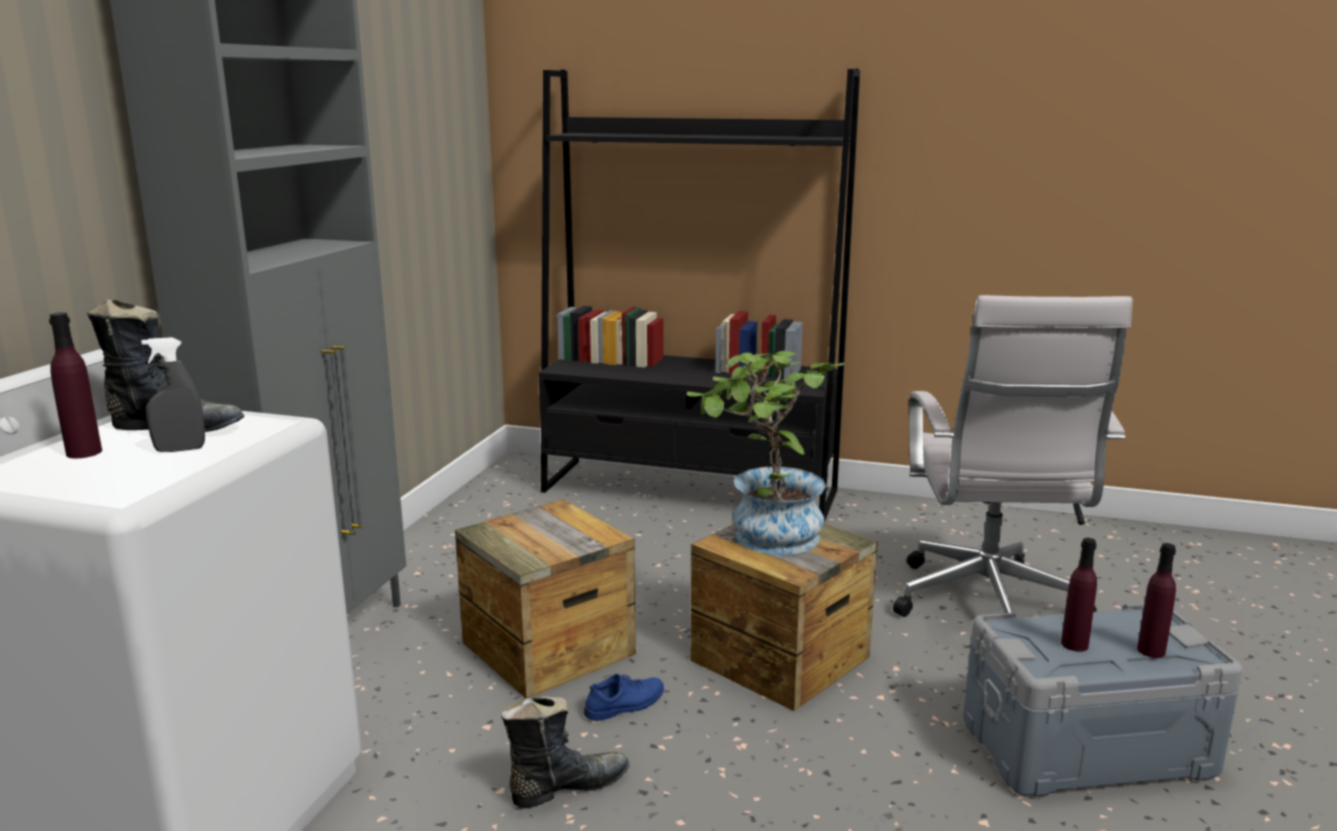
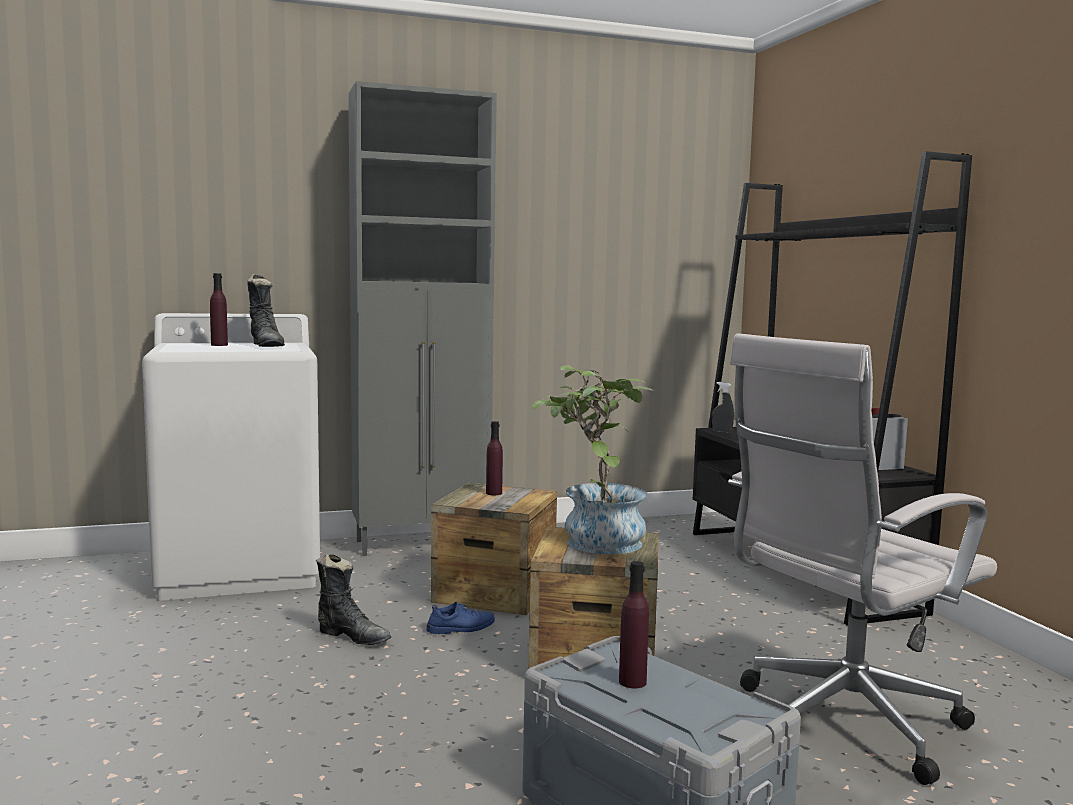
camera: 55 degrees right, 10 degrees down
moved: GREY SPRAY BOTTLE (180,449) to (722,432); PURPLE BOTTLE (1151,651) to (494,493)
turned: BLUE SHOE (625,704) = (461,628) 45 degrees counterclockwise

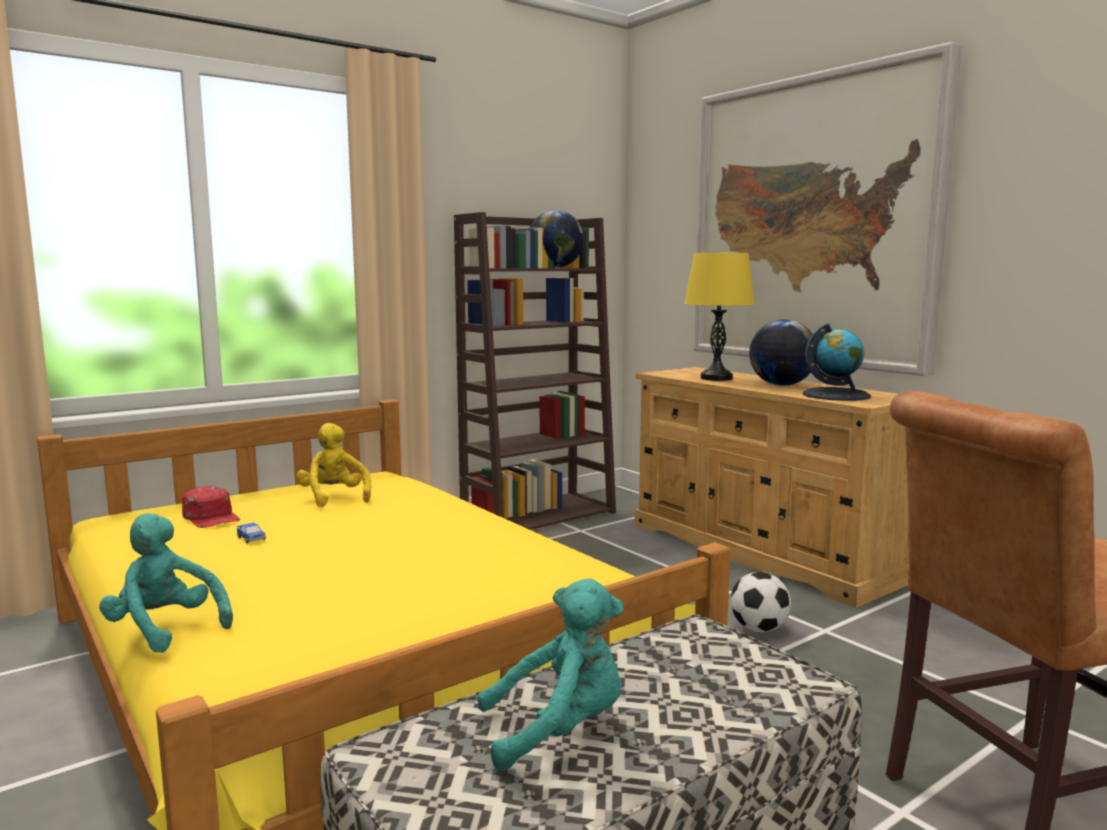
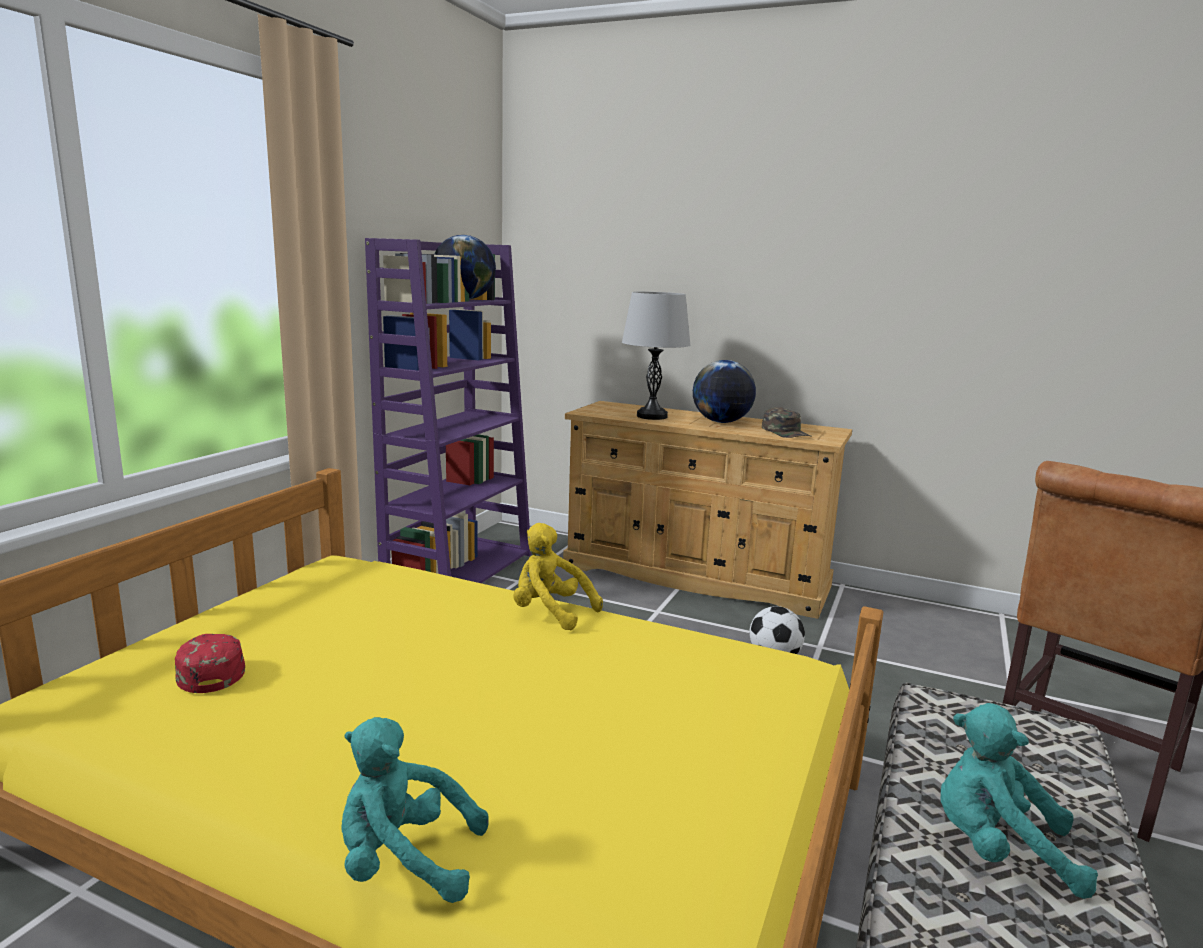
camera: 30 degrees left, 5 degrees up
removed: PICTURE (811,222); TOY CAR (251,538)
moved: YELLOW PLUSH TOY (334,498) to (550,613)
replaced: GLOBE (836,395) to GREEN CAP (786,432)
recoloured: BROWN BOOKCASE (539,516) to PURPLE BOOKCASE (459,570); YELLOW TABLE LAMP (716,378) to GREY TABLE LAMP (652,416)
turned: RED CAP (212,517) = (210,669) 135 degrees counterclockwise; TURQUOISE PLUSH TOY (559,731) = (998,850) 120 degrees counterclockwise

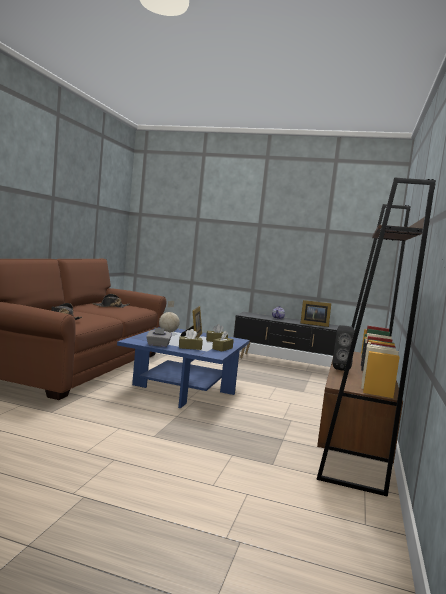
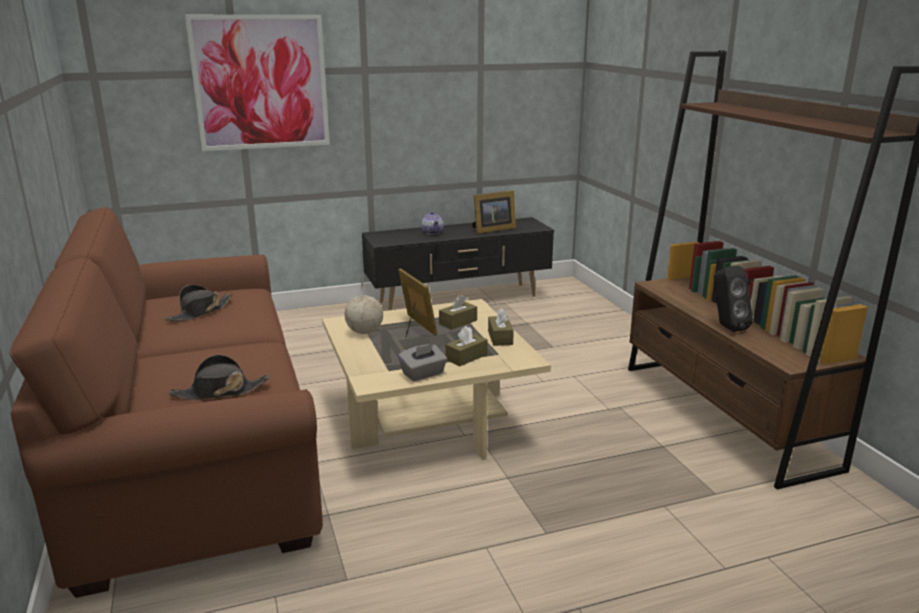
camera: 35 degrees left, 15 degrees up
added: PICTURE (261,83)
recoloured: BLUE COFFEE TABLE (183,389) to BEIGE COFFEE TABLE (429,420)

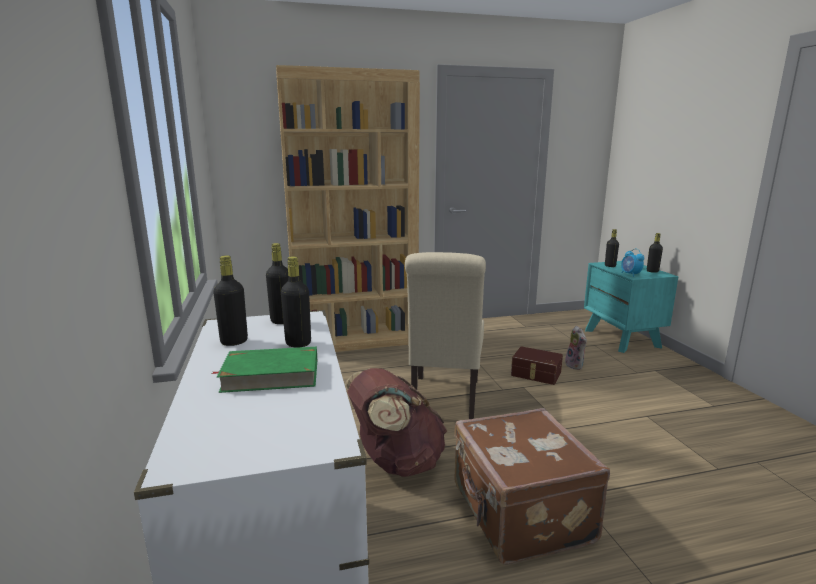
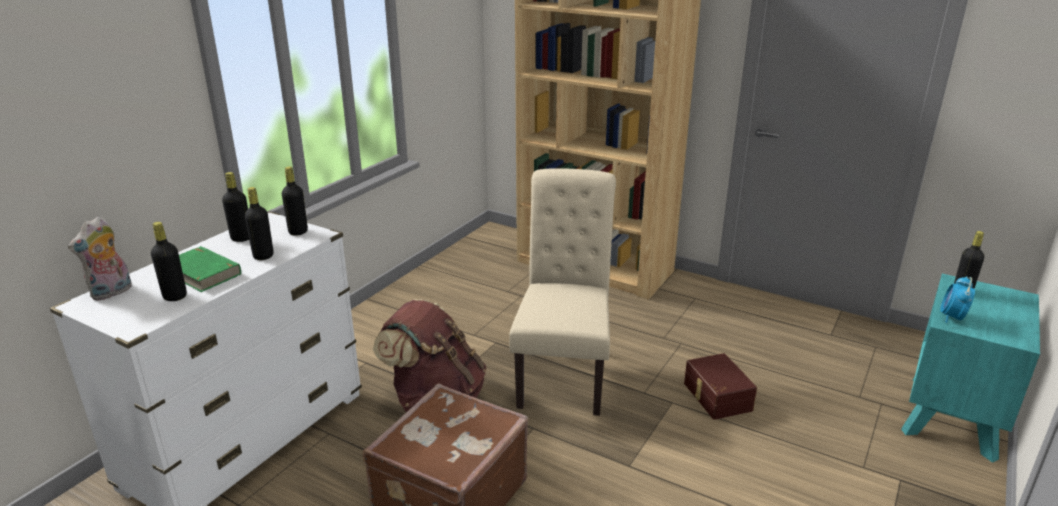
camera: 45 degrees right, 10 degrees up
moved: BLACK BOTTLE (652,271) to (175,296); PLUSH TOY (575,365) to (111,293)
turned: BEIGE CHAIR (444,401) = (564,373) 135 degrees clockwise

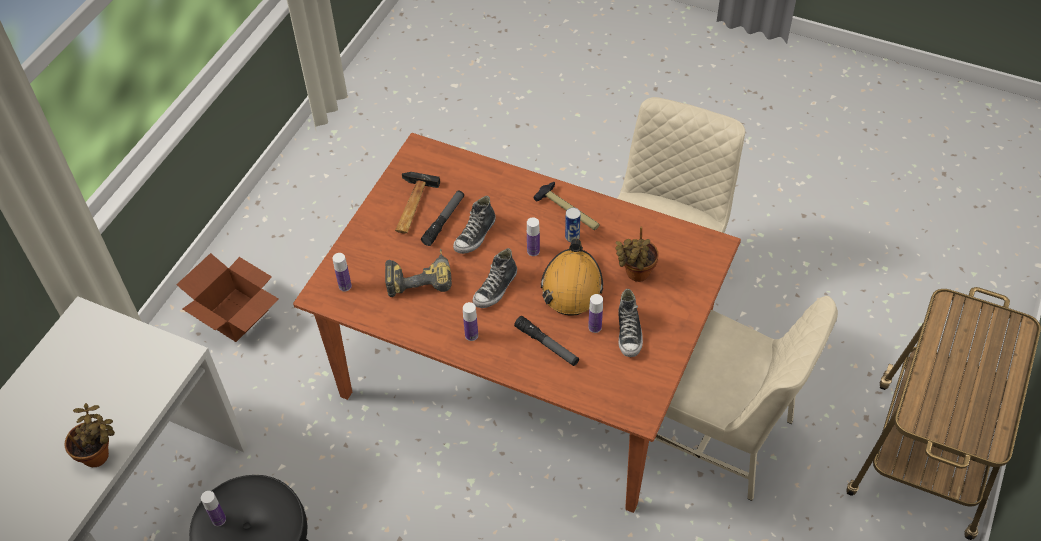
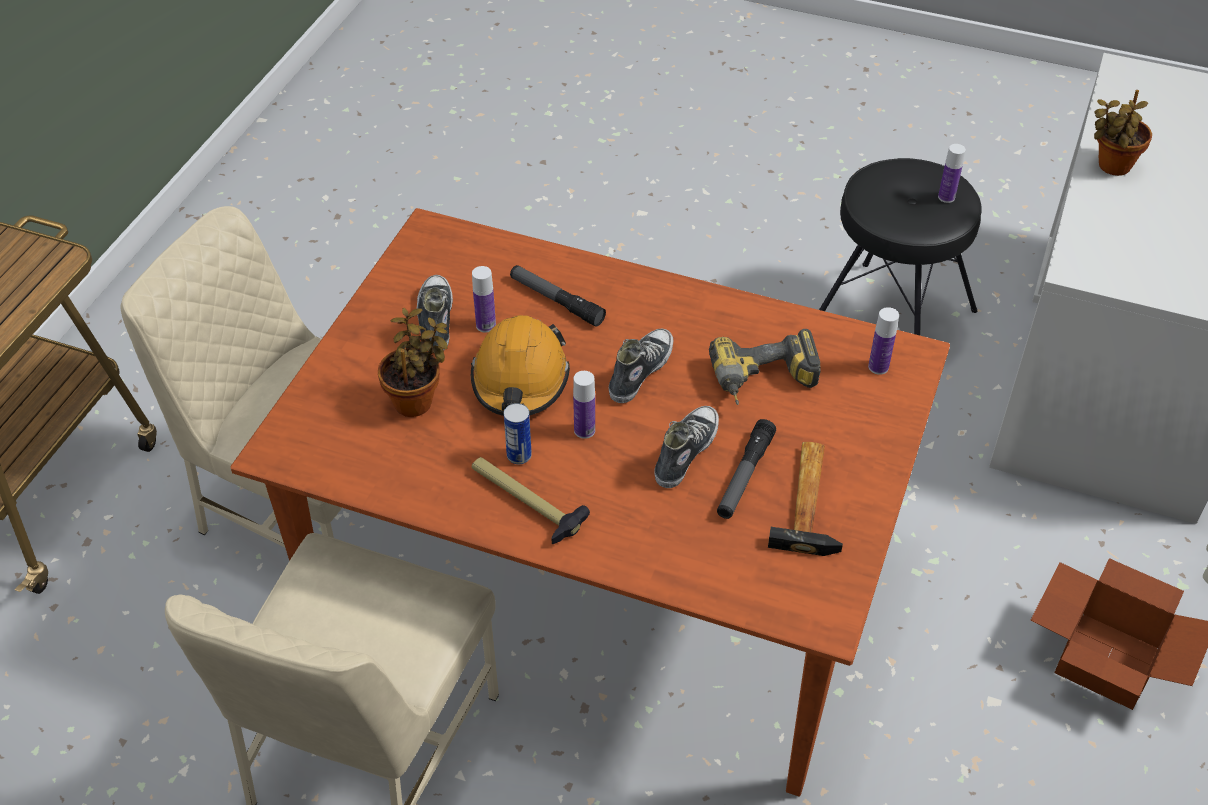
camera: 175 degrees right, 5 degrees down
removed: BOTTLE (471,335)

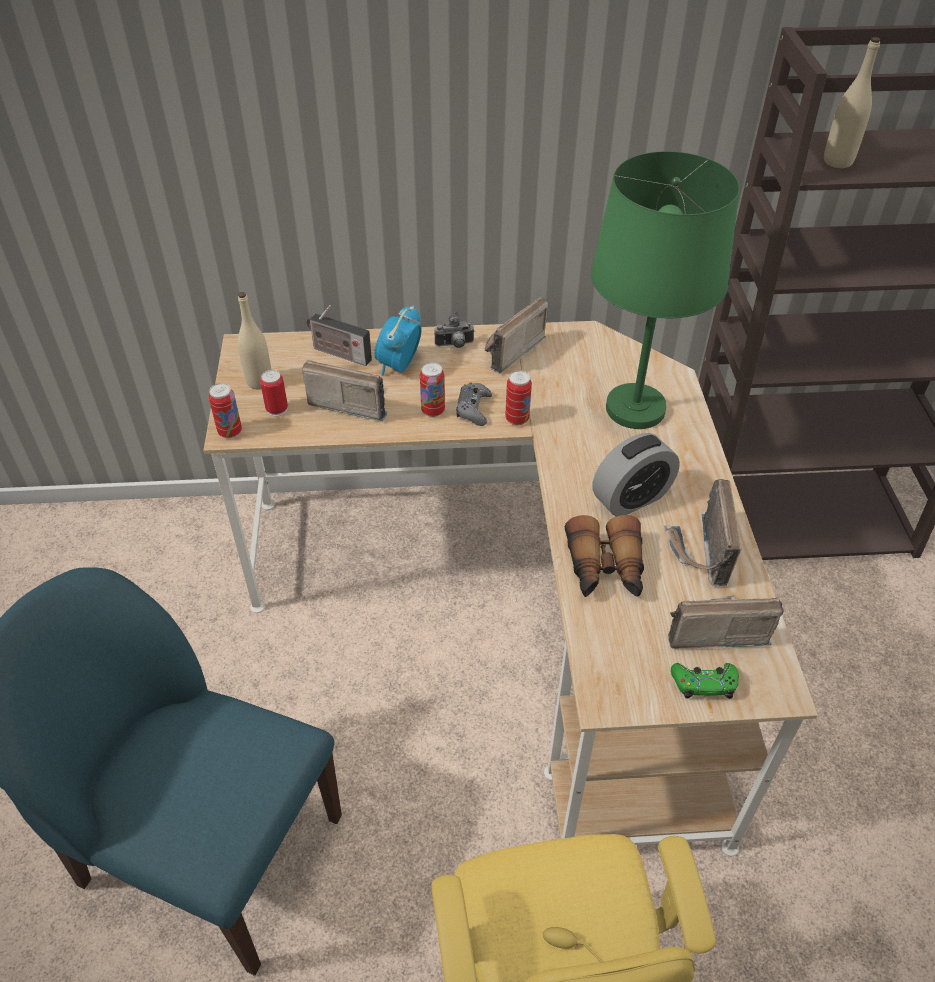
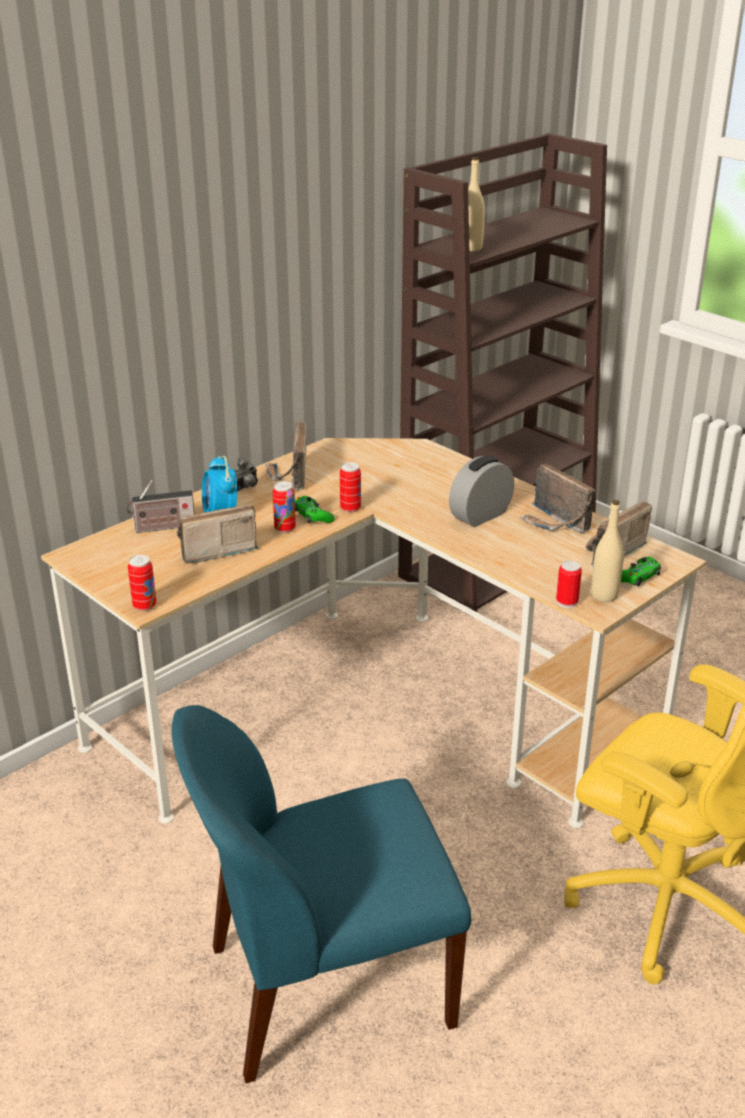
camera: 40 degrees left, 15 degrees down
removed: GREEN TABLE LAMP (634,409); BINOCULARS (605,569)
moved: BEIGE BOTTLE (259,382) to (604,595); CAN (277,409) to (567,602)
recoloured: GREY GAME CONTROLLER (474,409) to GREEN GAME CONTROLLER (312,516)
turned: ALARM CLOCK (631,498) = (480,516) 150 degrees counterclockwise

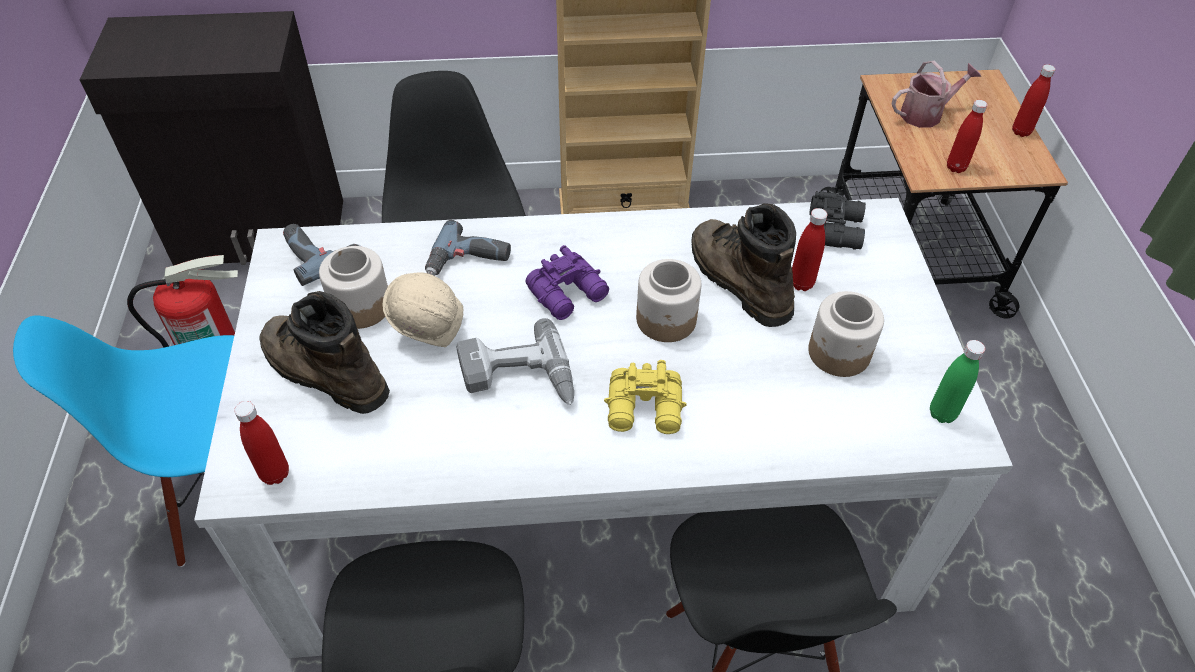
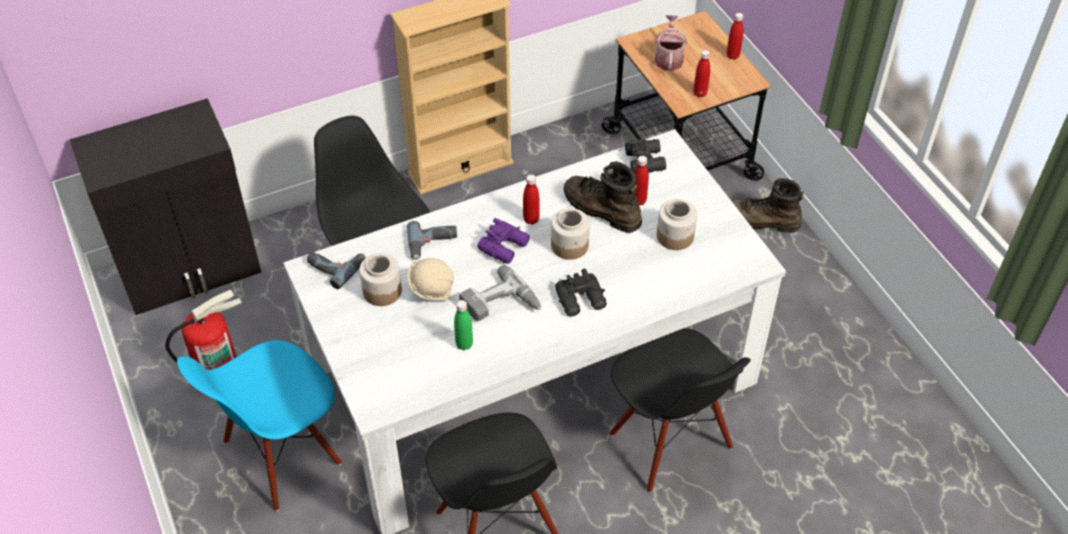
camera: 20 degrees left, 0 degrees up
moved: BROWN BOOT (323,373) to (761,221); GREEN BOTTLE (942,413) to (464,344); RED BOTTLE (275,474) to (531,219)
recoloured: YELLOW BINOCULARS (646,410) to BLACK BINOCULARS (581,300)
turned: WATERING CAN (926,114) = (669,58) 45 degrees counterclockwise

